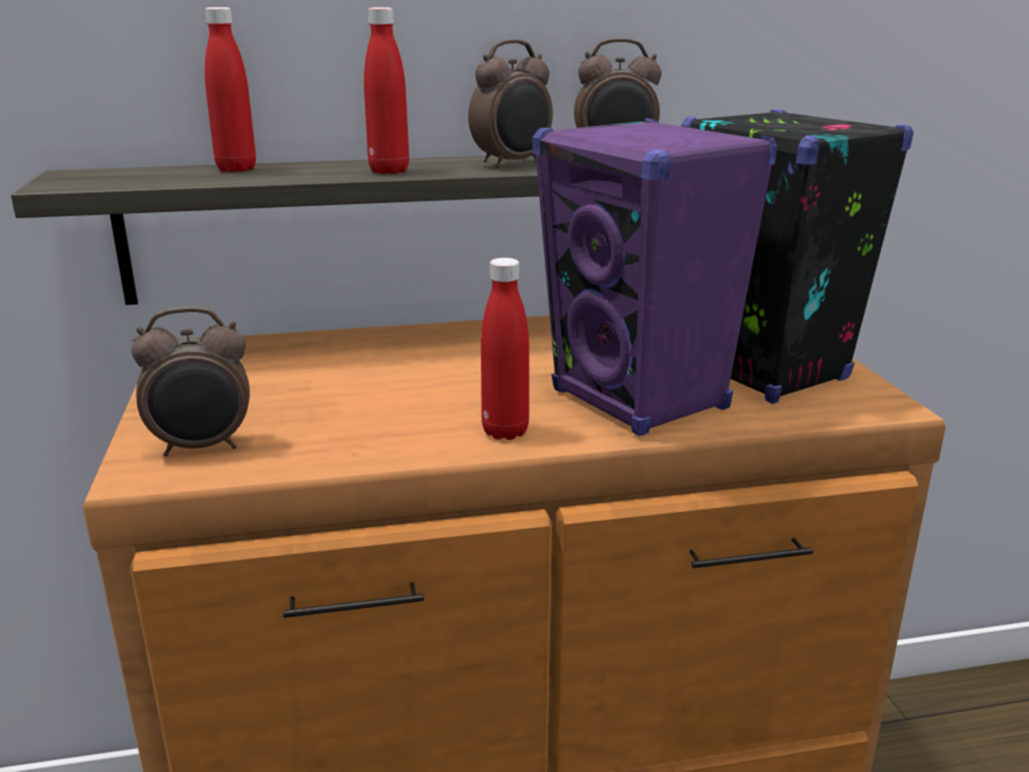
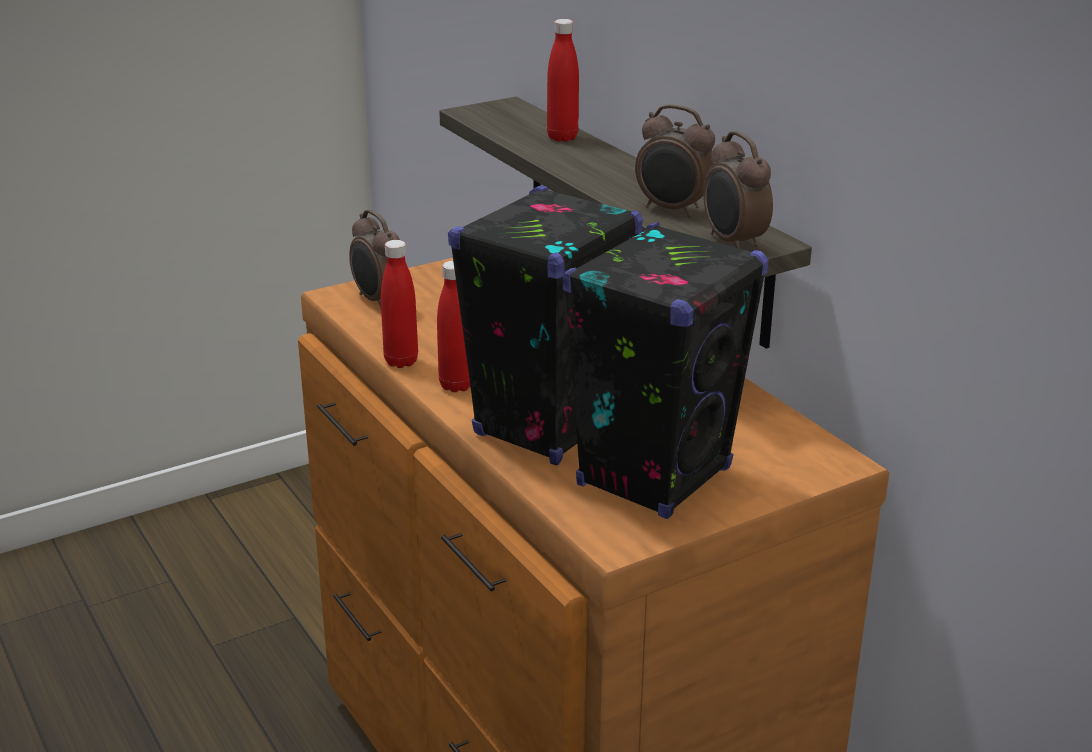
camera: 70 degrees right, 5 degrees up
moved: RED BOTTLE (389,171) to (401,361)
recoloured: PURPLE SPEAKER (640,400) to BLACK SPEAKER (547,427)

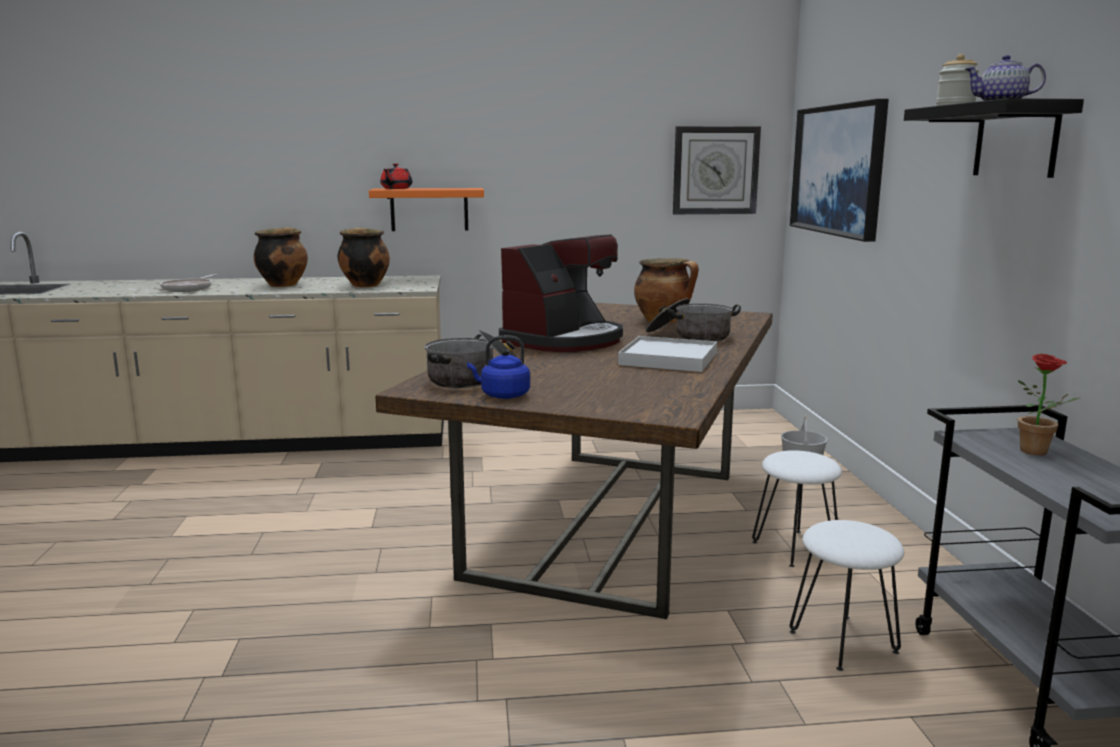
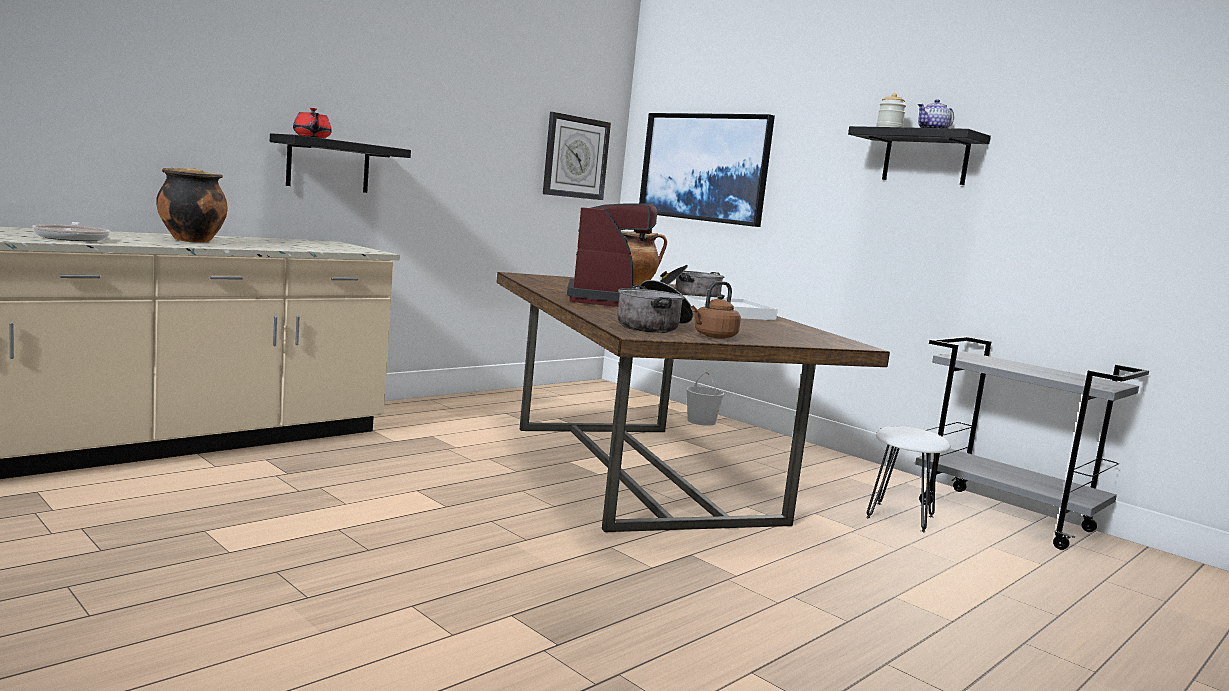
camera: 40 degrees left, 5 degrees down
removed: COOKING POT (364,285); POTTED PLANT (1039,452); WHITE STOOL (795,548)
recoloured: ORANGE SHELF (429,209) to BLACK SHELF (328,165); BLUE KETTLE (502,395) to BROWN KETTLE (713,336)

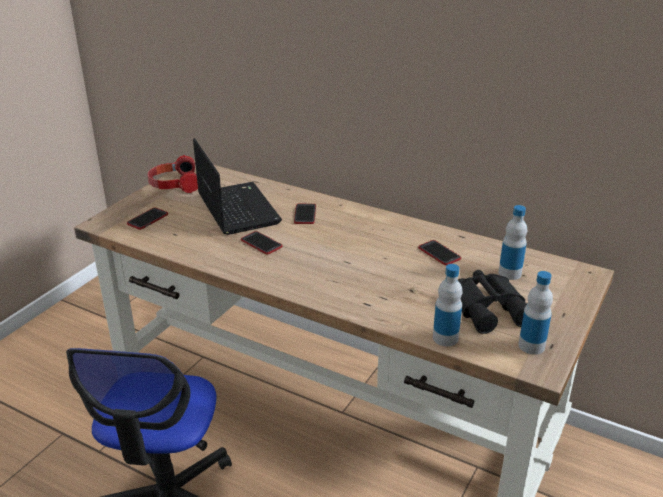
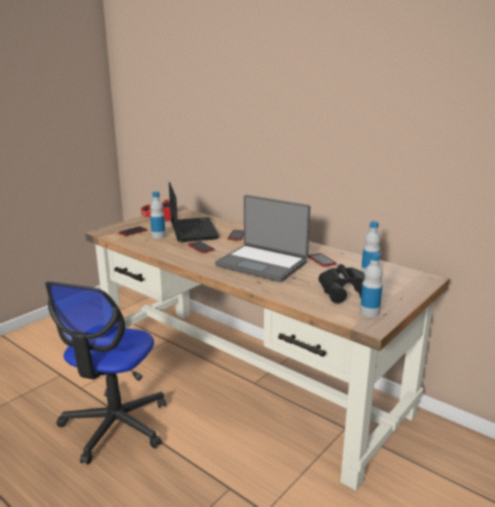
camera: 10 degrees right, 10 degrees down
added: LAPTOP (262,263)
moved: BOTTLE (445,338) to (158,236)

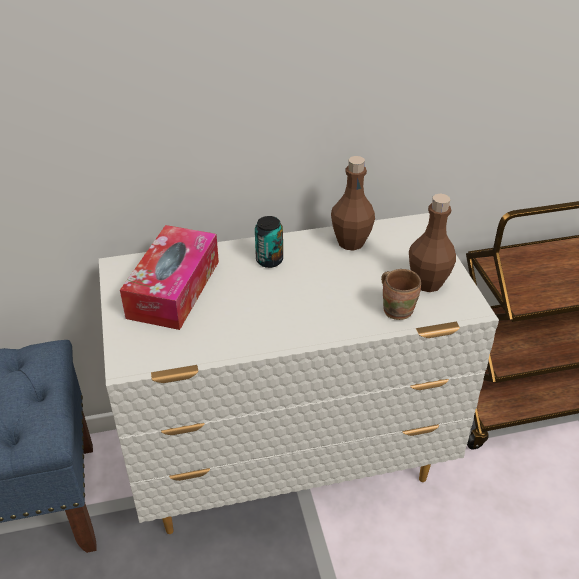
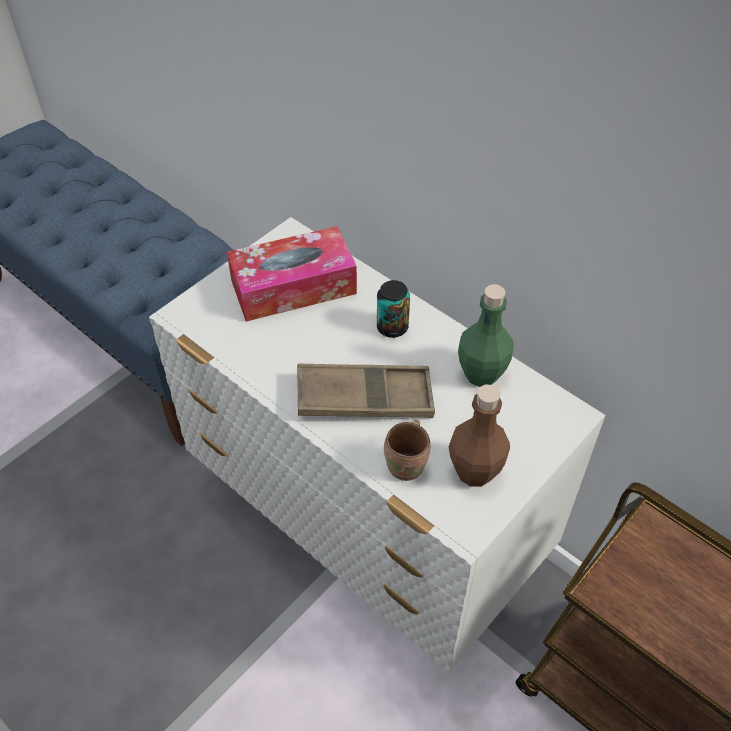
camera: 55 degrees right, 10 degrees up
added: BROWN TRAY (364,398)
recoloured: BROWN BOTTLE (351,242) to GREEN BOTTLE (481,374)

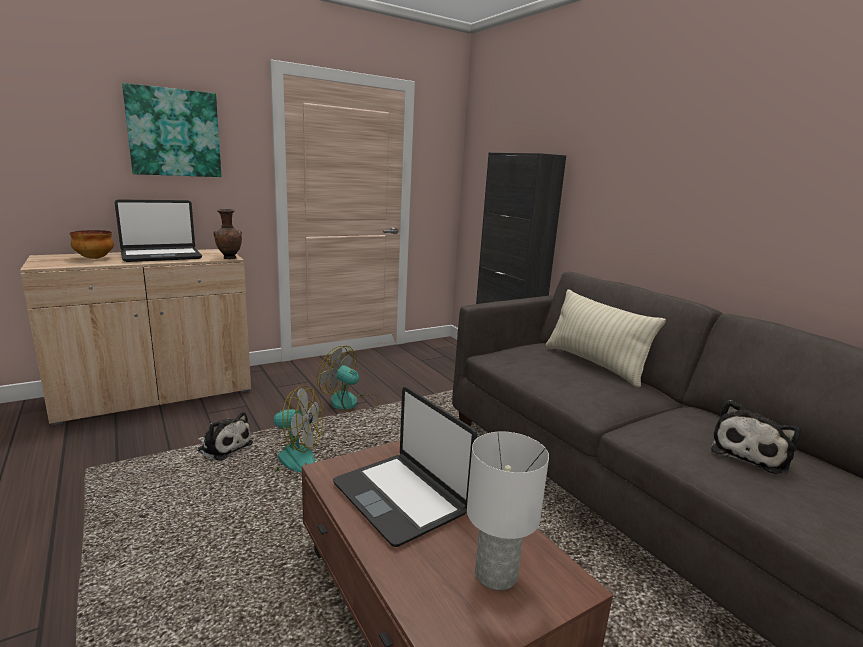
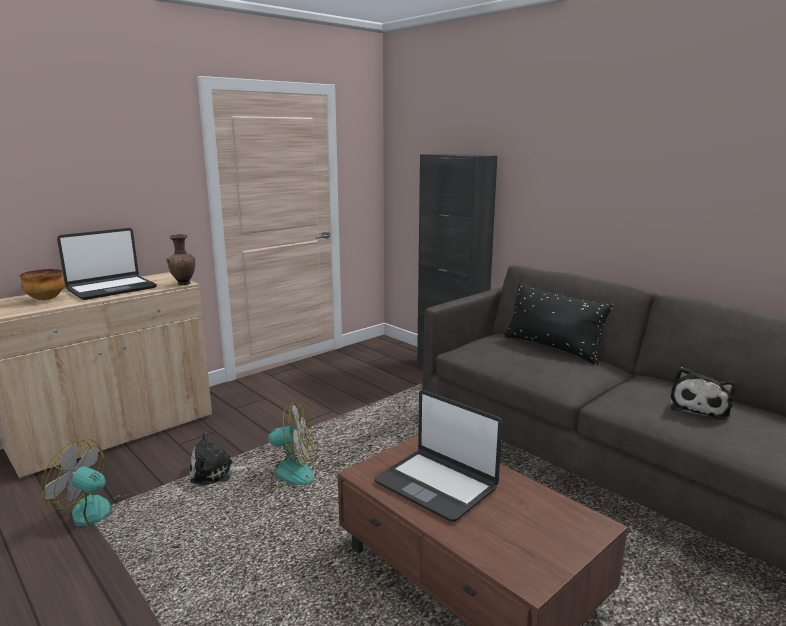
camera: 10 degrees left, 0 degrees up
removed: PICTURE (174,133); WHITE TABLE LAMP (495,573)
moved: FAN (350,403) to (101,514)
recoloured: BEIGE PILLOW (594,364) to BLACK PILLOW (552,348)
turned: PLUSH TOY (223,446) = (215,473) 150 degrees clockwise

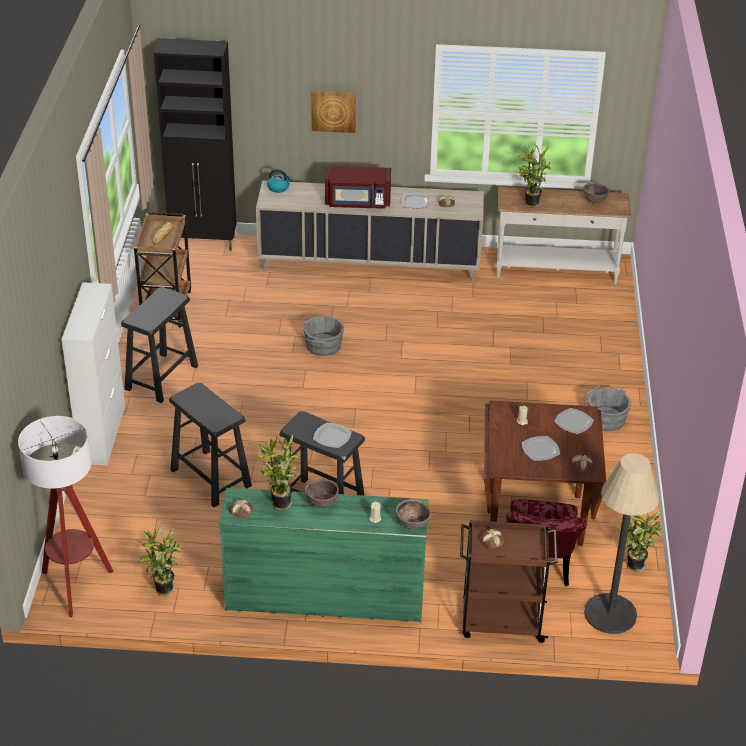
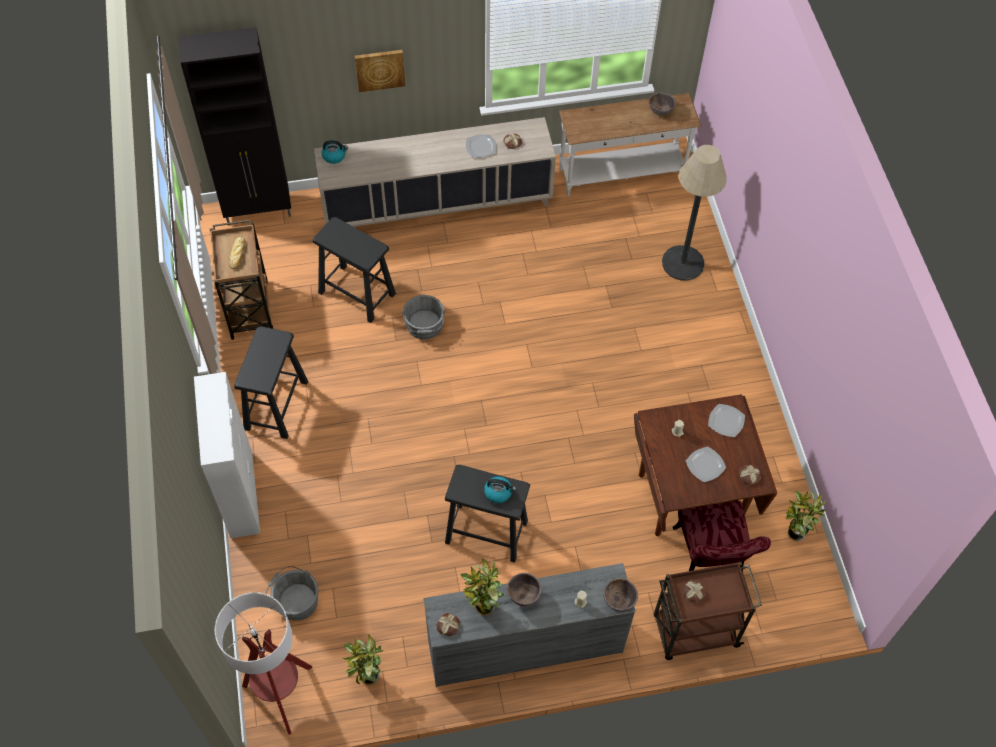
camera: 15 degrees left, 20 degrees up
removed: POTTED PLANT (530,204); RED MICROWAVE (358,202)
moved: BLACK STOOL (210,477) to (356,293); GREY BUCKET (604,418) to (295,600); FLOOR LAMP (610,614) to (682,263)
replaced: PLATE (332,436) to KETTLE (498,492)
recoloured: GREEN DRESSER (324,598) to GREY DRESSER (524,646)

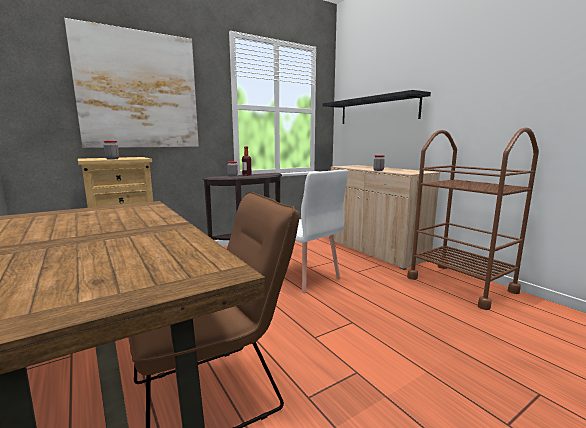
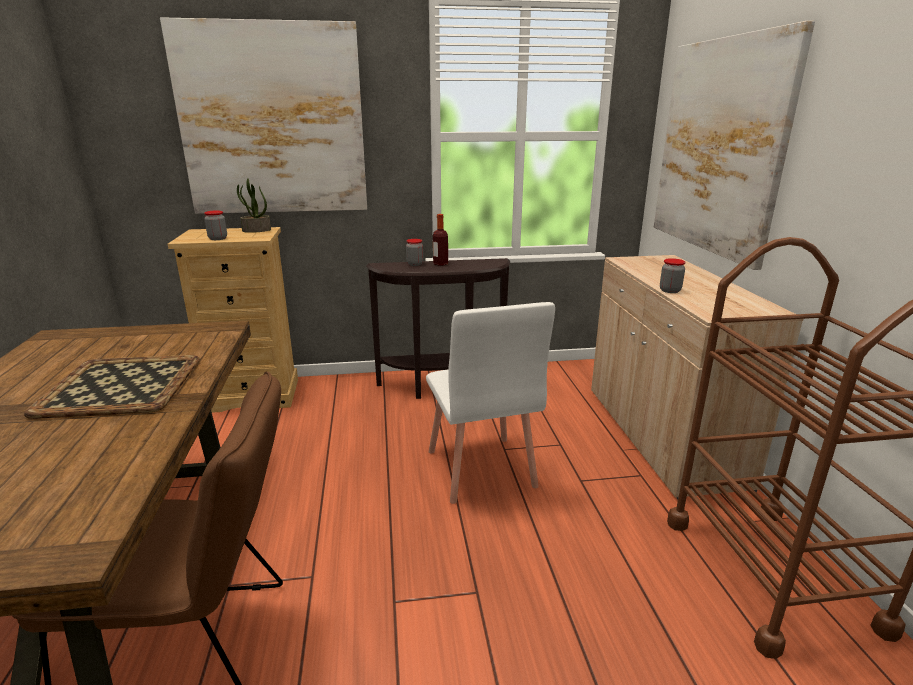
camera: 25 degrees right, 10 degrees up
added: POTTED PLANT (256,230); TRAY (123,385)
replaced: BLACK SHELF (377,110) to PICTURE (719,147)

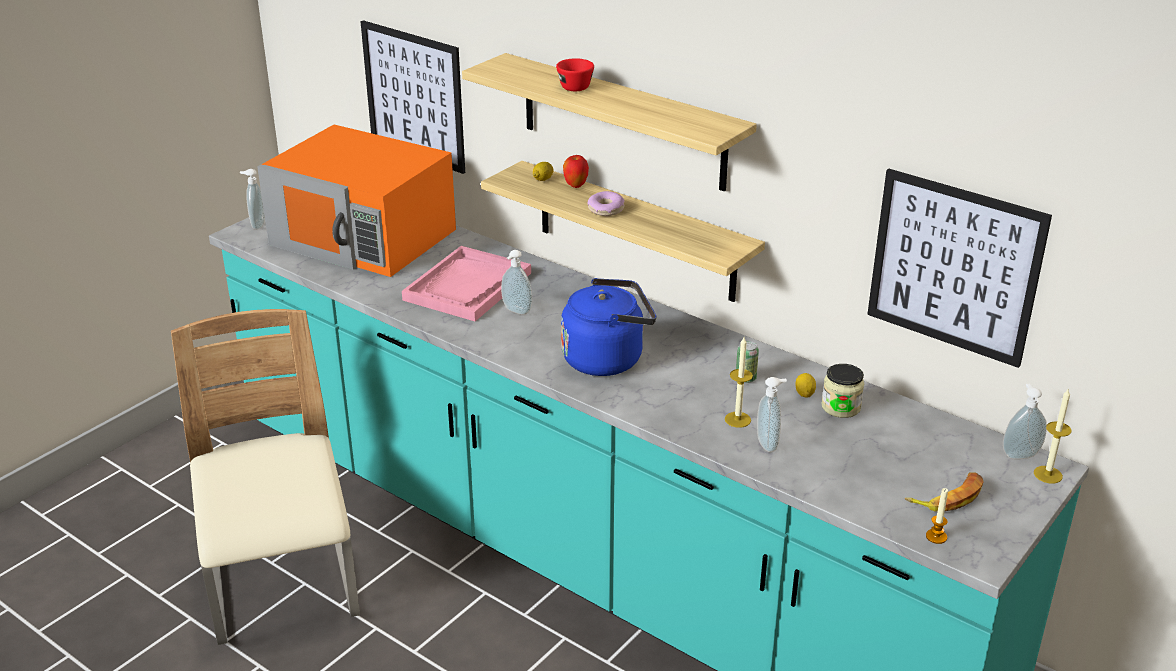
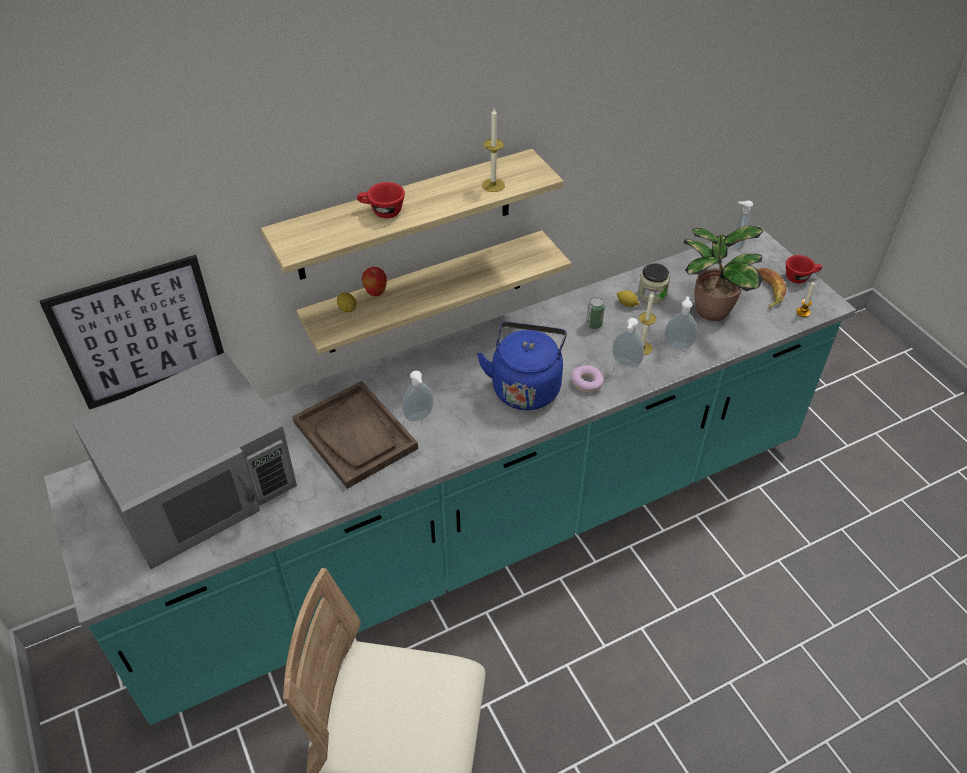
camera: 65 degrees left, 15 degrees up
removed: PICTURE (954,267)
added: POTTED PLANT (709,310); RED CUP (800,277)
moved: SOAP DISPENSER (257,225) to (625,364); DONUT (605,209) to (586,383); CANDLE (1048,474) to (493,185)
recoloured: ORANGE MICROWAVE (364,237) to GREY MICROWAVE (201,484); PINK TRAY (468,287) to BROWN TRAY (355,436)

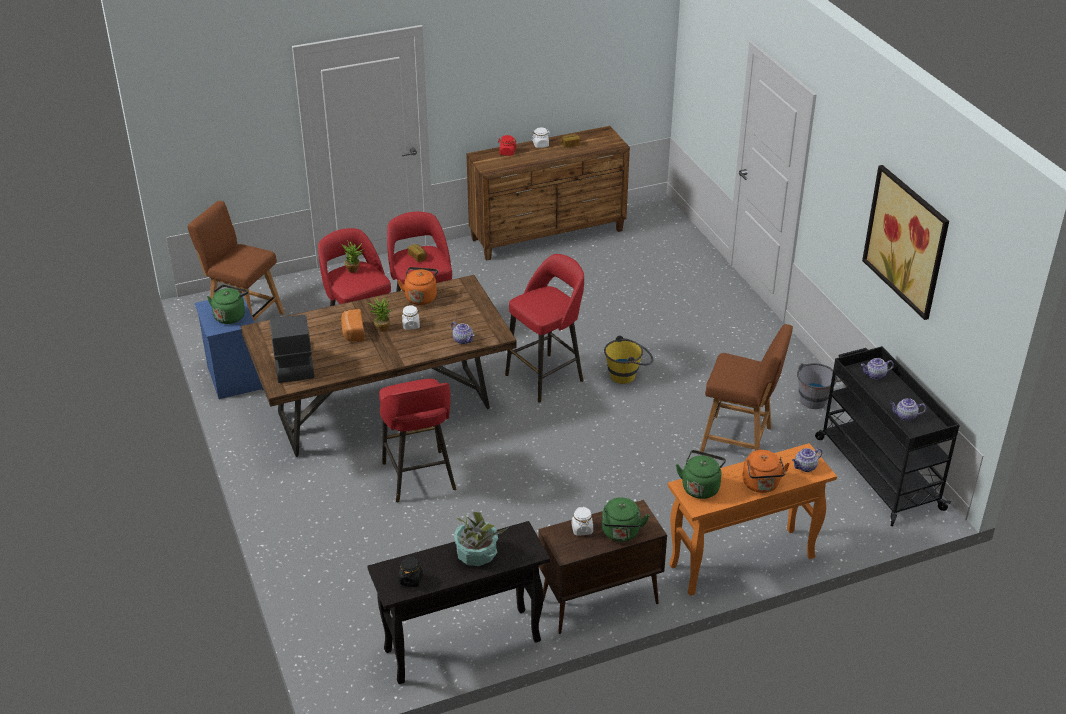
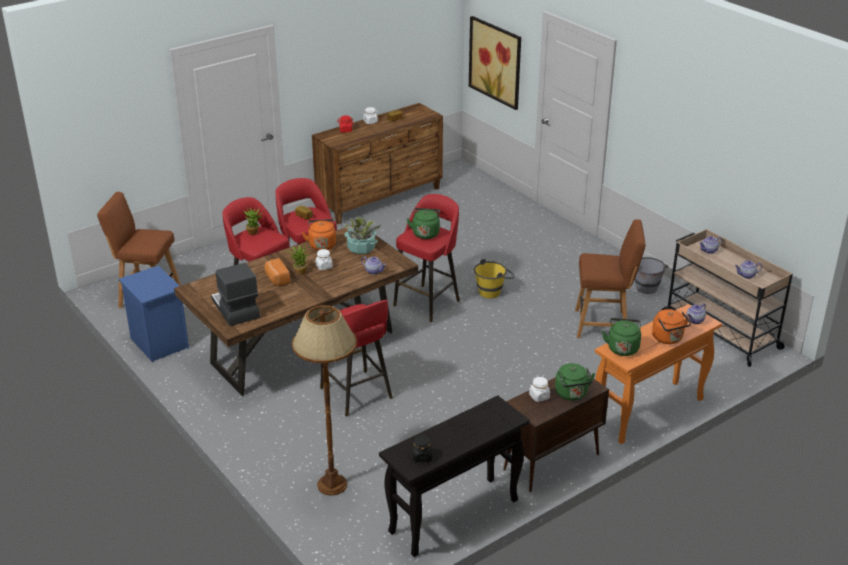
camera: 15 degrees left, 5 degrees down
added: BROWN FLOOR LAMP (332,484)
moved: PICTURE (906,241) to (495,62); GREEN KETTLE (230,315) to (425,233); POTTED PLANT (476,554) to (361,248)
recoloured: BLACK CART (877,472) to BEIGE CART (719,330)

